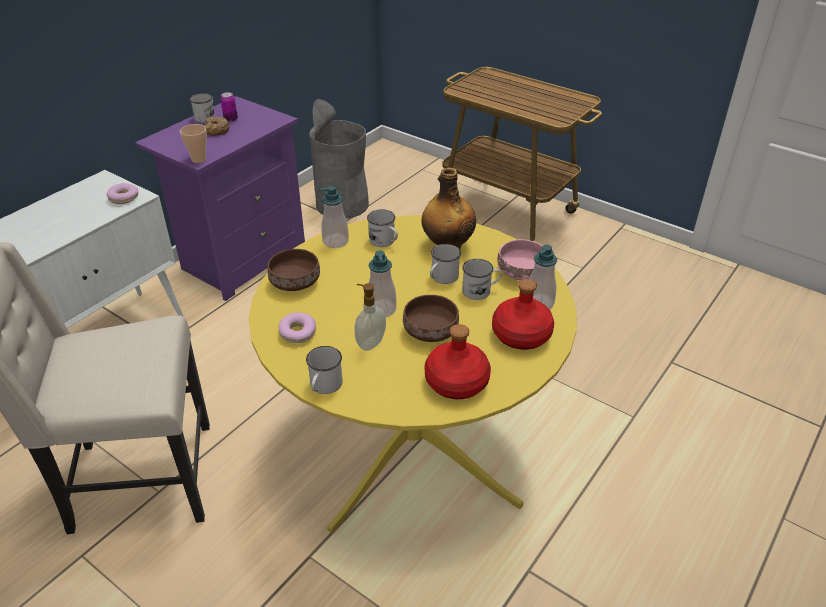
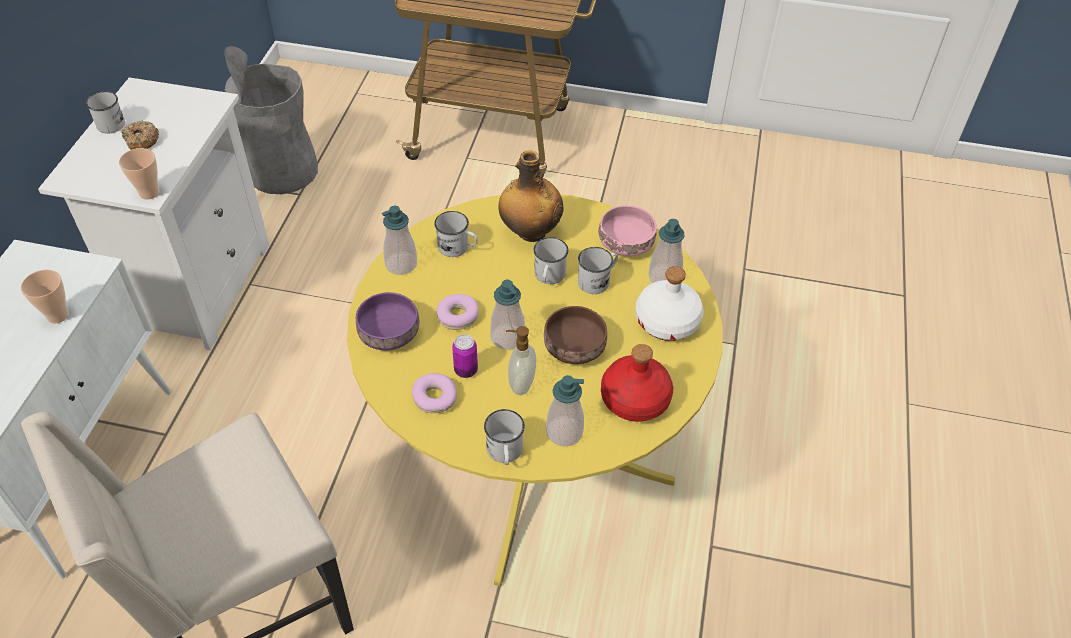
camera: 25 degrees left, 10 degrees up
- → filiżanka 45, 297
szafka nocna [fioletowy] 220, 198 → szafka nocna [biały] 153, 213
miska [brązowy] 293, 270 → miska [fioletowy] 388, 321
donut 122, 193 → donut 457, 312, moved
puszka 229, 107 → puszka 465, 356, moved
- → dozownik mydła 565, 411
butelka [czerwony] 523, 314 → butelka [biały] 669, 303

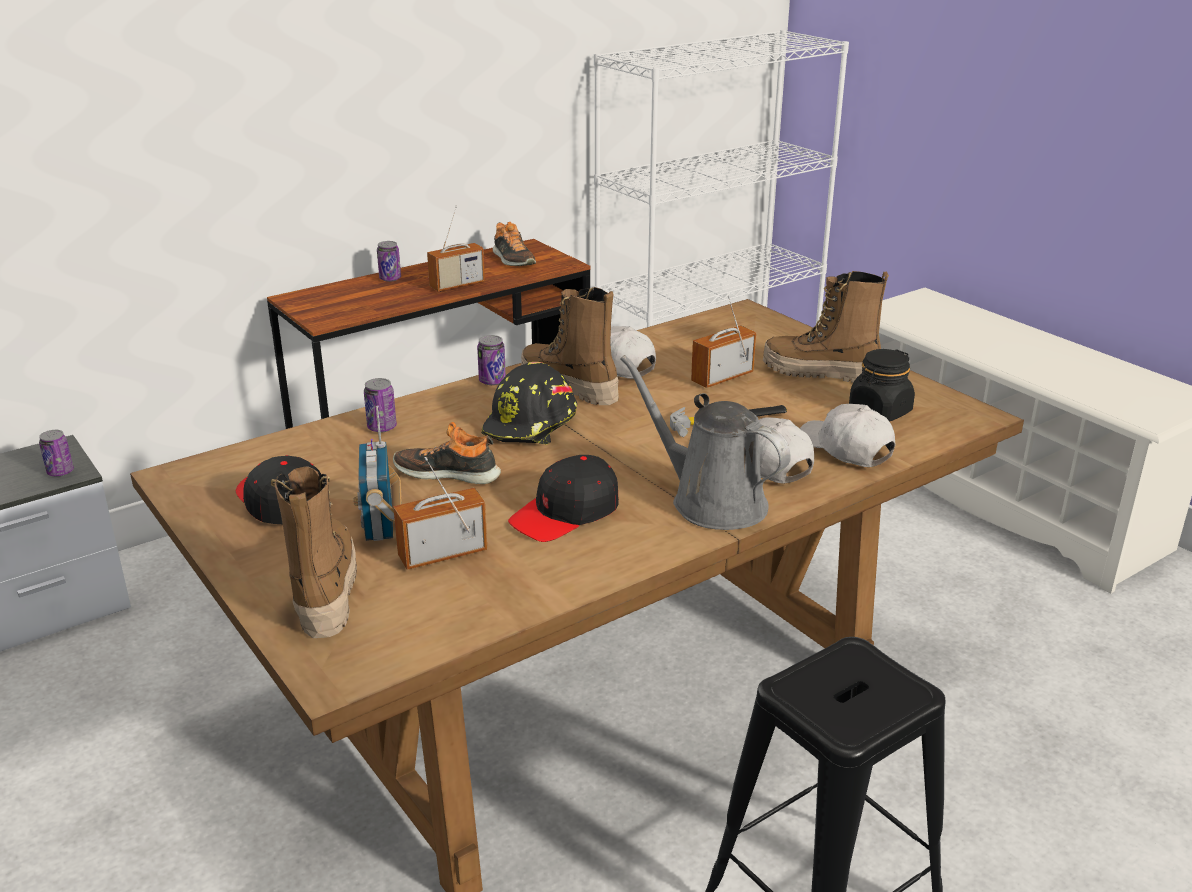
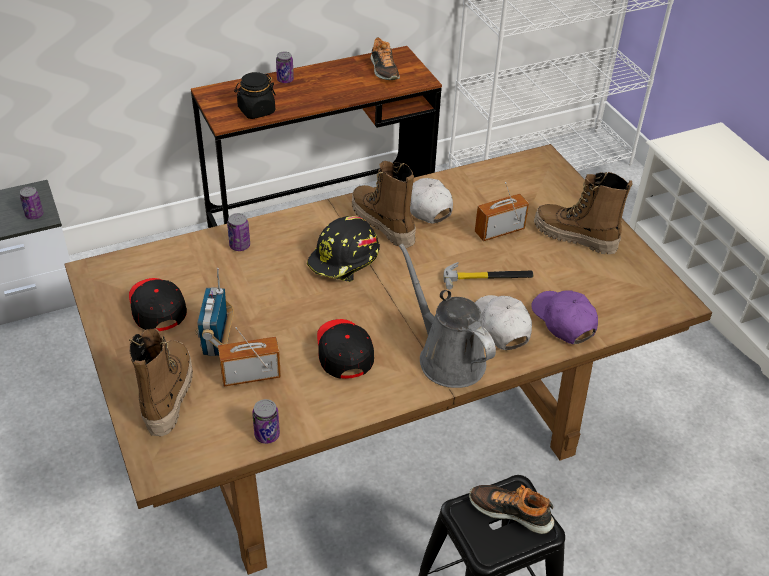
camera: 10 degrees right, 15 degrees up
słoik [czarny] 882, 385 → słoik [czarny] 255, 95, moved
puszka 491, 360 → puszka 266, 421, moved
czapka z daszkiem [czarny] 563, 498 → czapka z daszkiem [czarny] 345, 349, 105 degrees clockwise
but 447, 453 → but 511, 509, moved
czapka z daszkiem [biały] 848, 435 → czapka z daszkiem [fioletowy] 564, 317
radio 456, 248 → -

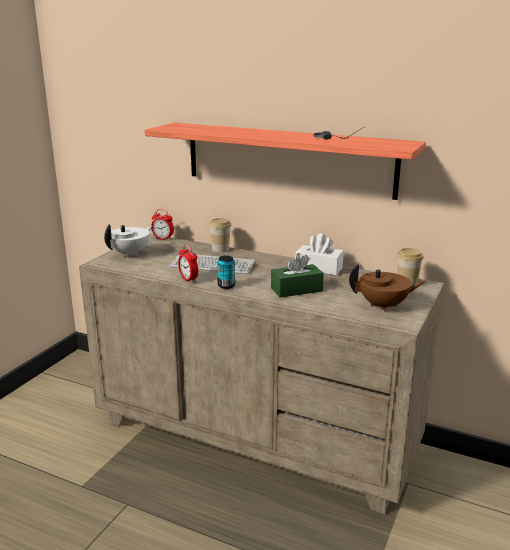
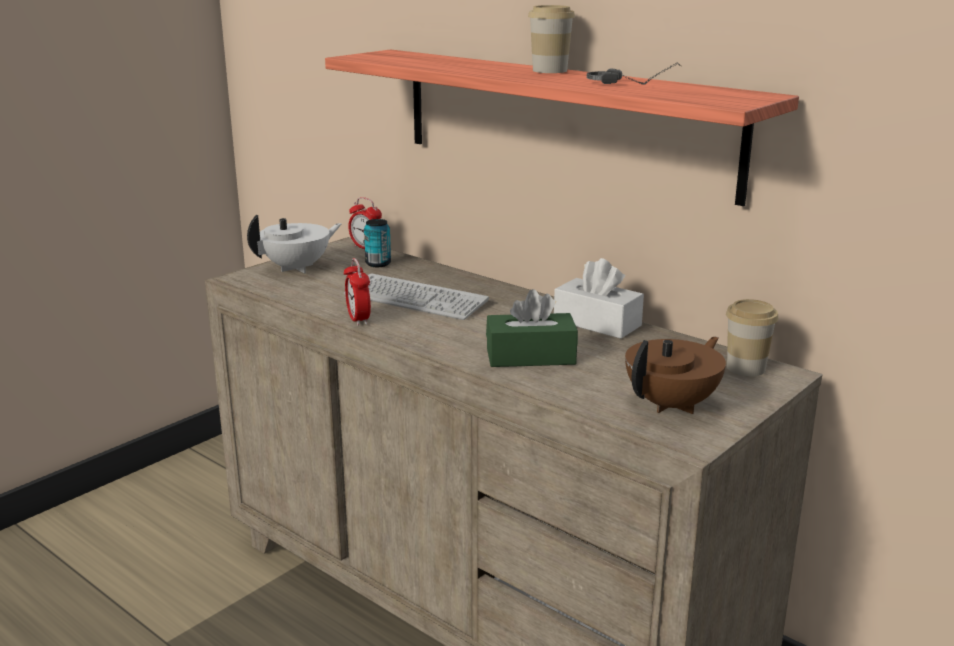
camera: 15 degrees right, 0 degrees up
puszka 226, 272 → puszka 377, 243, moved
filiżanka 220, 235 → filiżanka 551, 39, moved
imbryk [brązowy] 387, 288 → imbryk [brązowy] 675, 375, 60 degrees counterclockwise

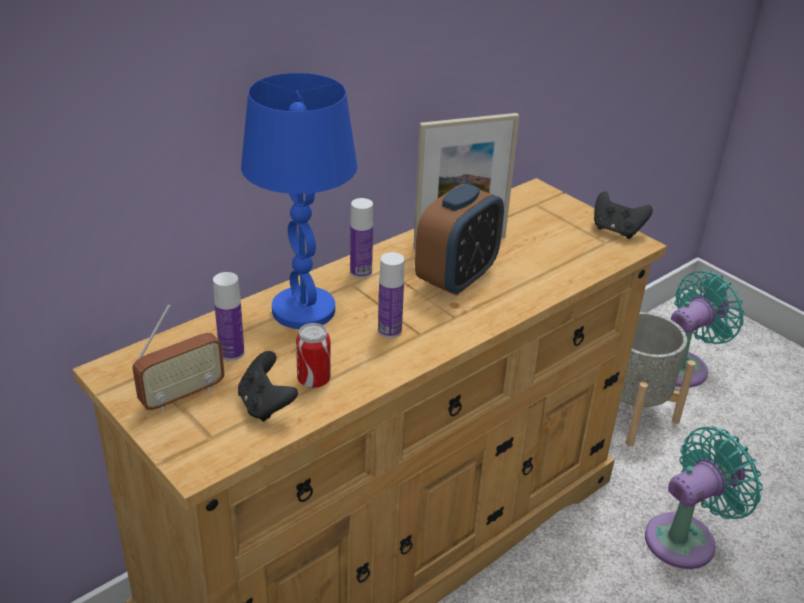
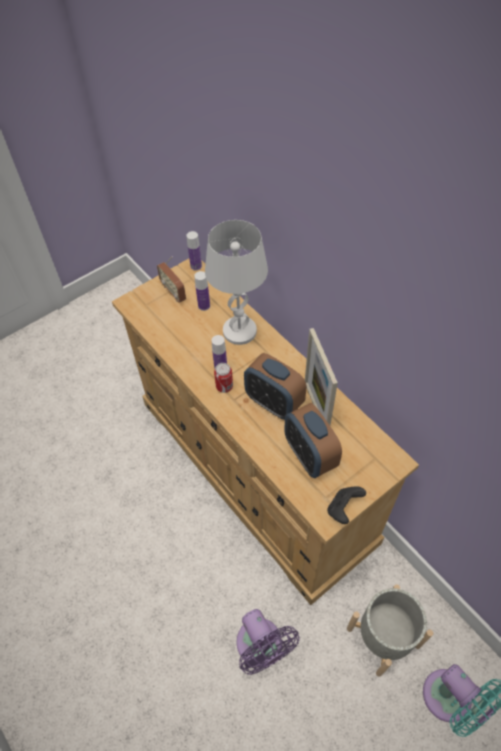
camera: 95 degrees right, 20 degrees up
butelka 361, 238 → butelka 194, 251, moved
lampa stołowa [niebieski] 299, 201 → lampa stołowa [biały] 236, 282
puszka 313, 355 → puszka 223, 378, moved
wentylator [turkusowy] 704, 497 → wentylator [fioletowy] 268, 642
- → budzik 313, 440
pad do gier [czarny] 268, 386 → -

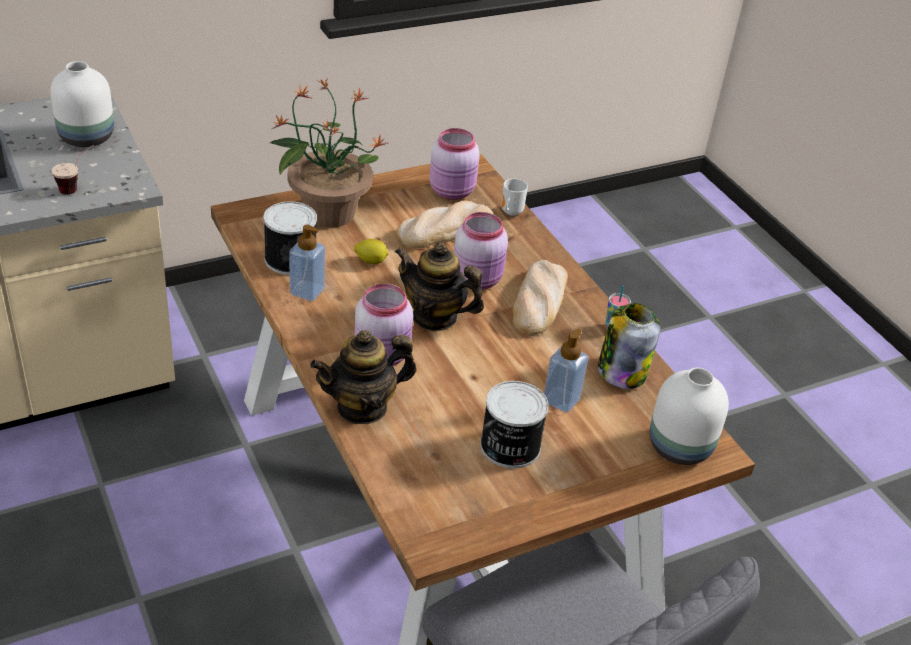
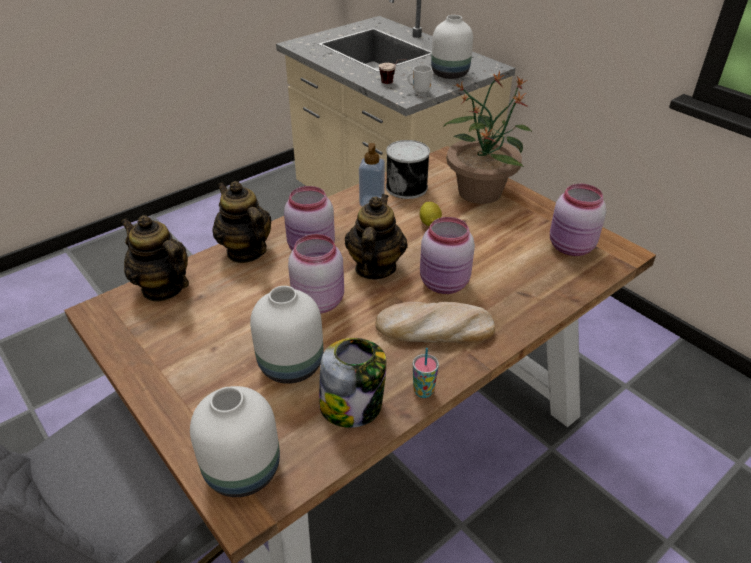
camera: 80 degrees right, 0 degrees up
- → imbryk 155, 258
dozownik mydła 566, 370 → wazon [biały] 286, 335
- → słoik [różowy] 316, 274
kubek 514, 197 → kubek 419, 79, moved
chleb 445, 224 → -
puszka 514, 424 → -

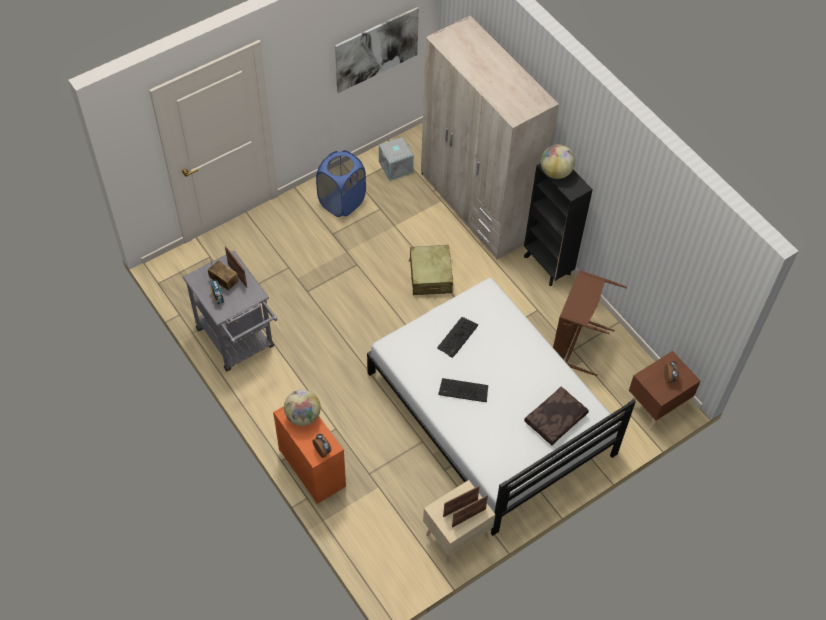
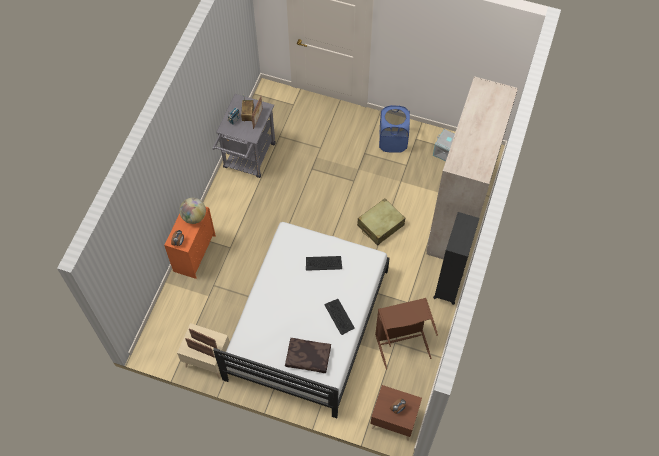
camera: 55 degrees right, 5 degrees up
klawiatura 463, 390 → klawiatura 340, 317, moved
obraz 377, 50 → -
globus 558, 161 → -

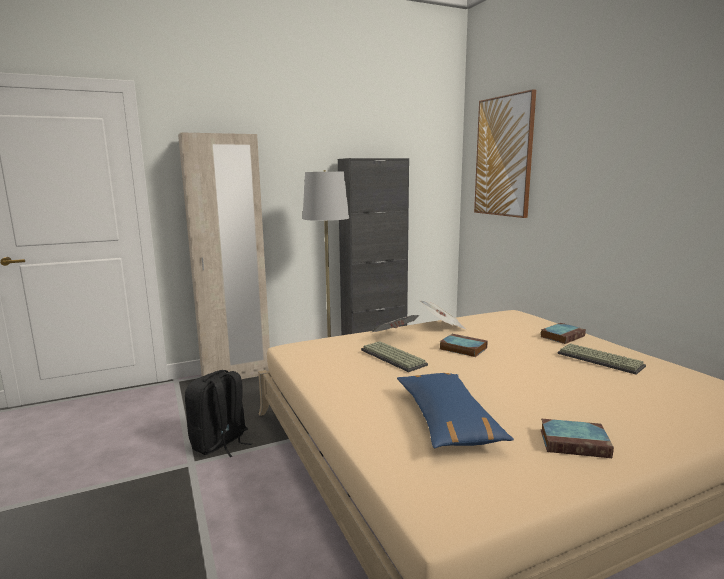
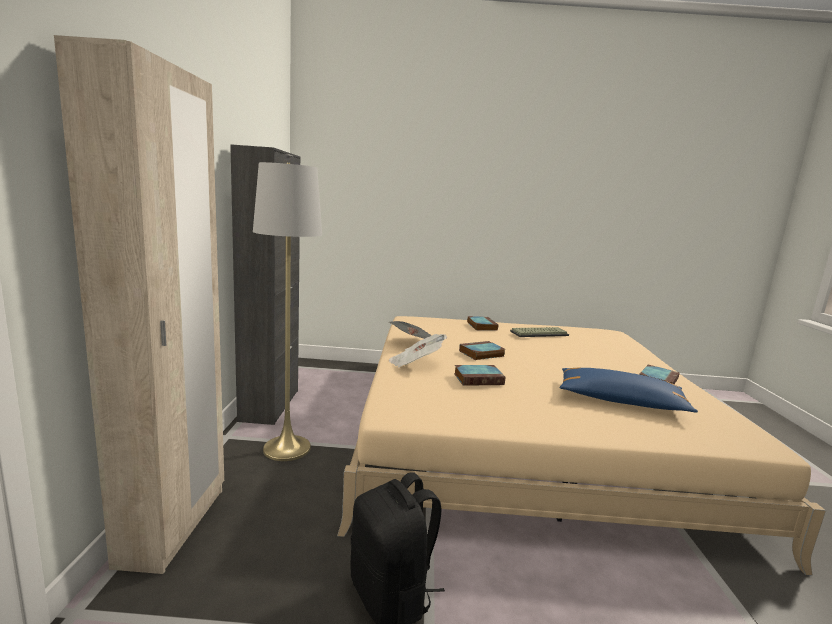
camera: 65 degrees left, 0 degrees up
klawiatura 394, 356 → książka 479, 375
obraz 505, 153 → -

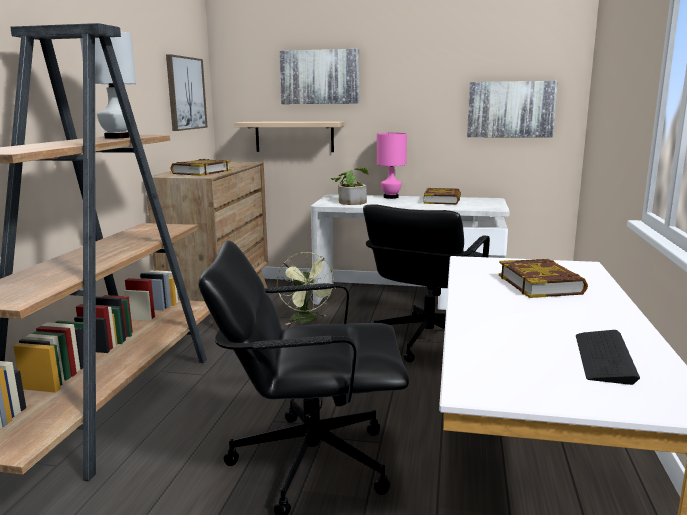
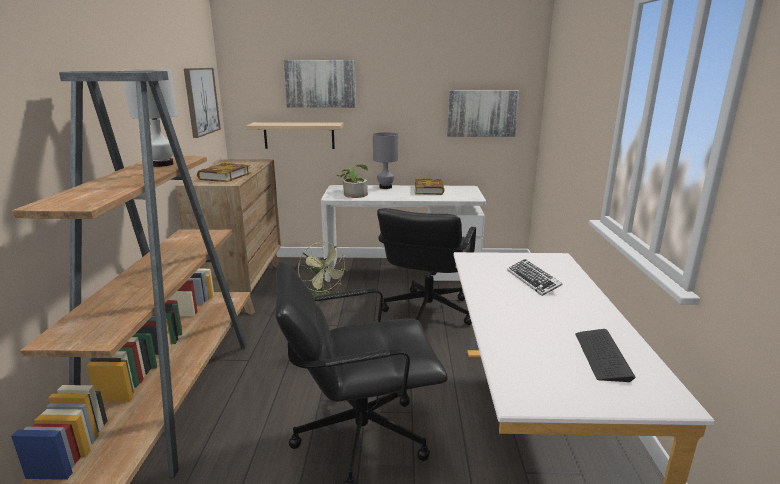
camera: 10 degrees left, 5 degrees up
lampa stołowa [różowy] 392, 166 → lampa stołowa [szary] 385, 160
książka 543, 278 → klawiatura 535, 277

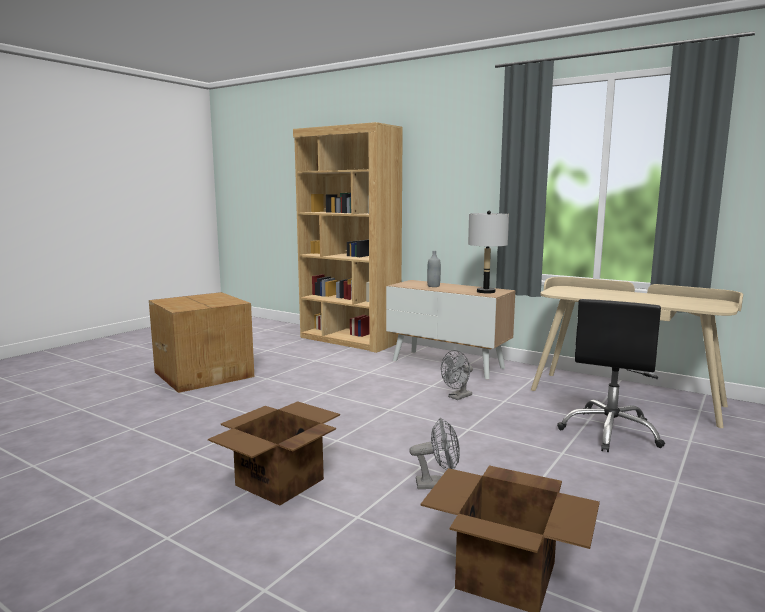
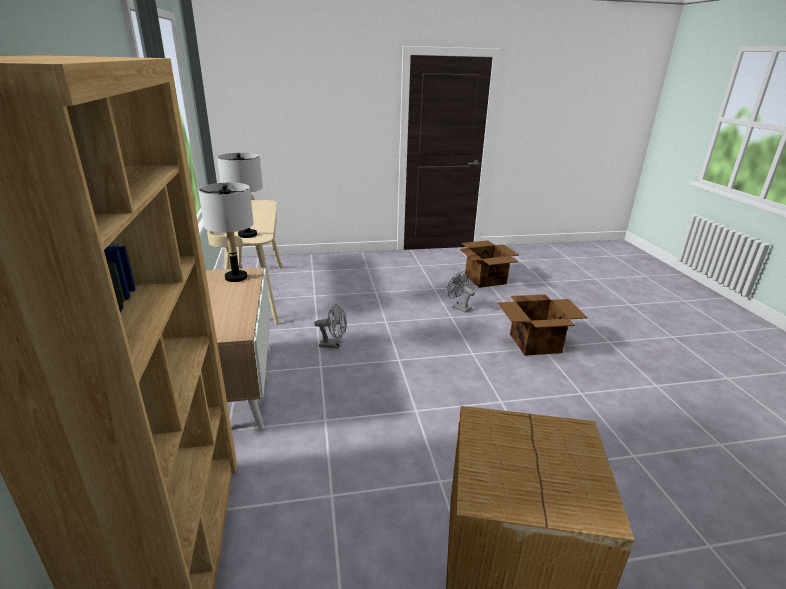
camera: 135 degrees left, 15 degrees up
- → lampa stołowa [szary] 240, 195
butelka [szary] 434, 269 → -
krzesło biurowe [czarny] 611, 375 → -

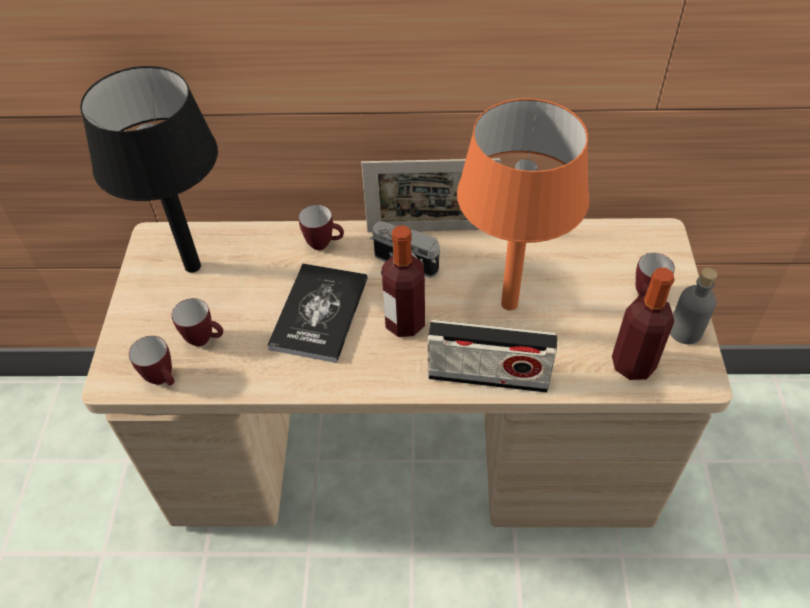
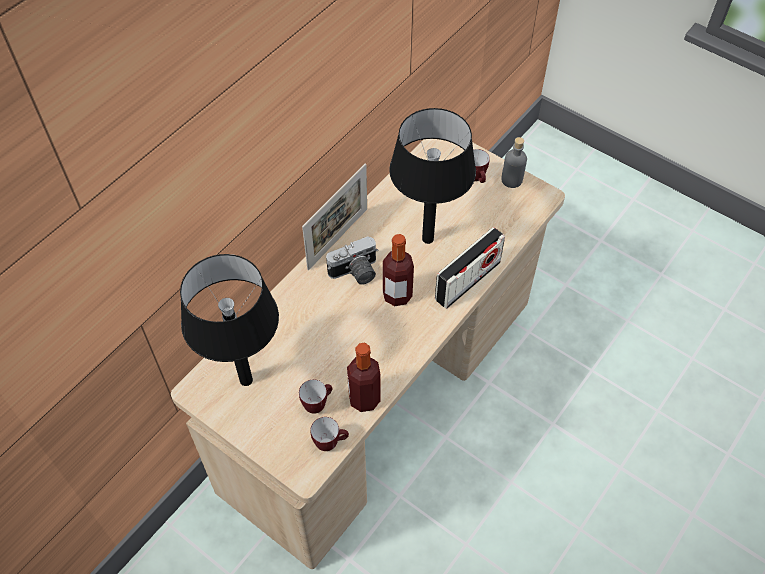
camera: 55 degrees left, 5 degrees up
butelka 643, 324 → butelka 364, 377, moved
lampa stołowa [pomarańczowy] 523, 204 → lampa stołowa [czarny] 432, 176
książka 317, 313 → -
kubek 321, 227 → -

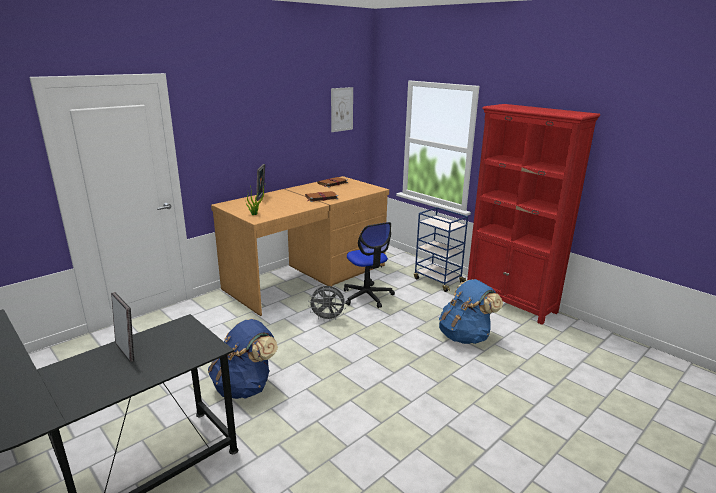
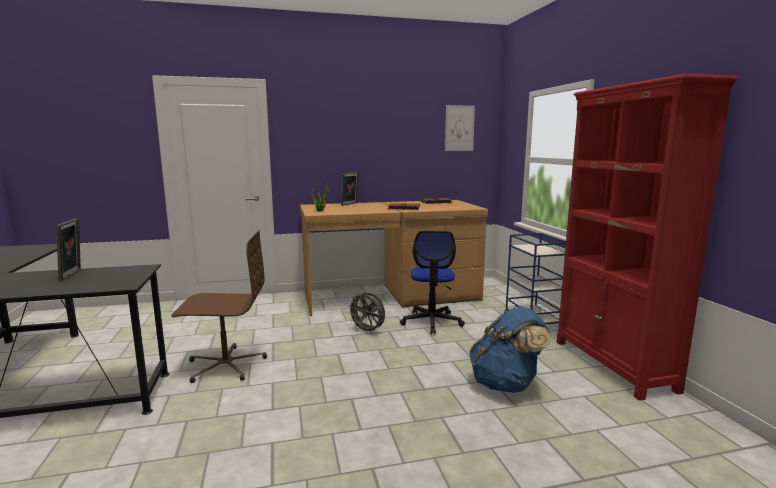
camera: 30 degrees right, 10 degrees down
plecak [niebieski] 243, 358 → krzesło biurowe [brązowy] 219, 306

